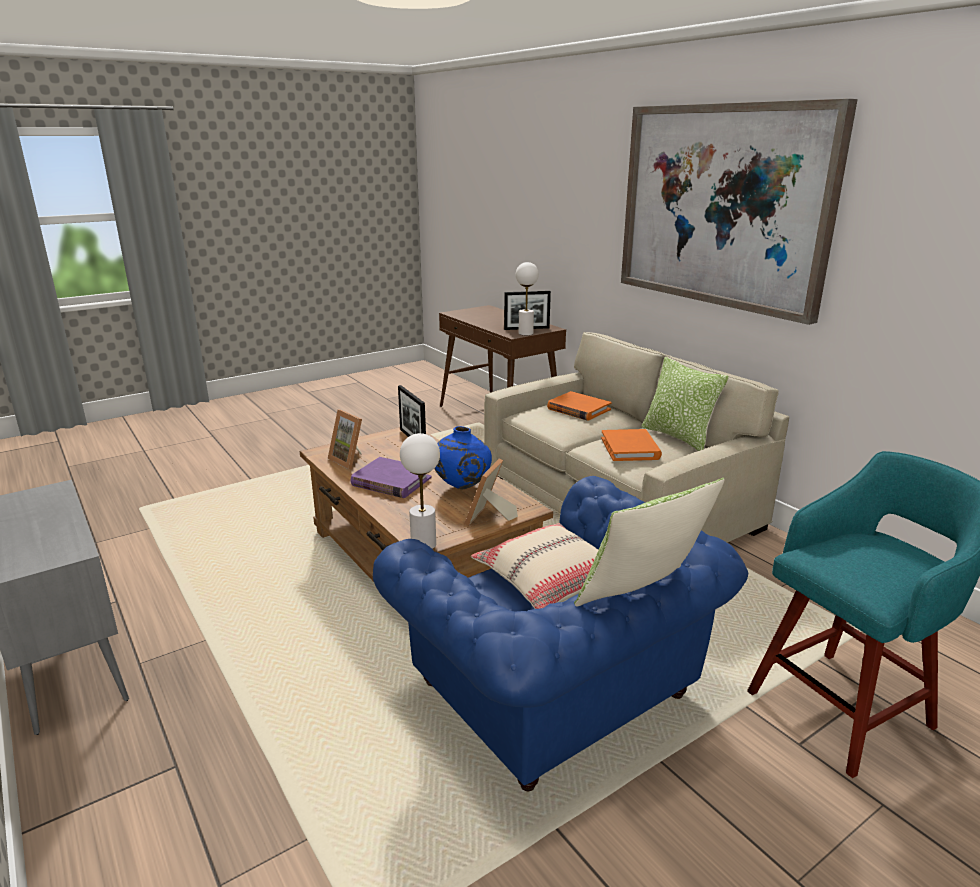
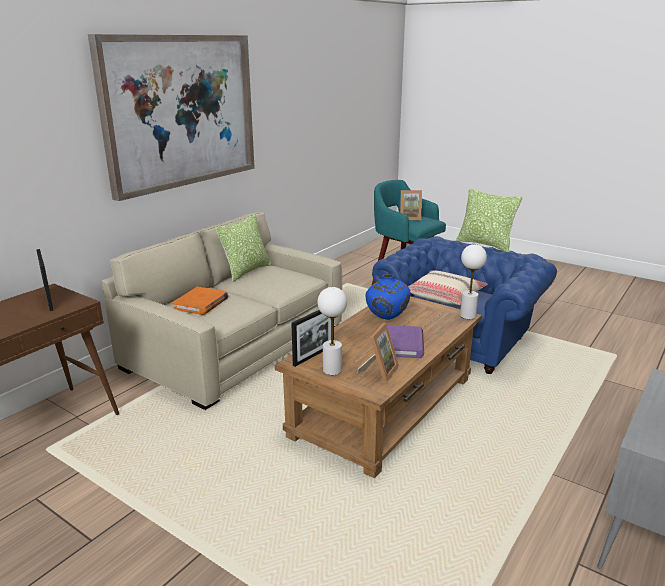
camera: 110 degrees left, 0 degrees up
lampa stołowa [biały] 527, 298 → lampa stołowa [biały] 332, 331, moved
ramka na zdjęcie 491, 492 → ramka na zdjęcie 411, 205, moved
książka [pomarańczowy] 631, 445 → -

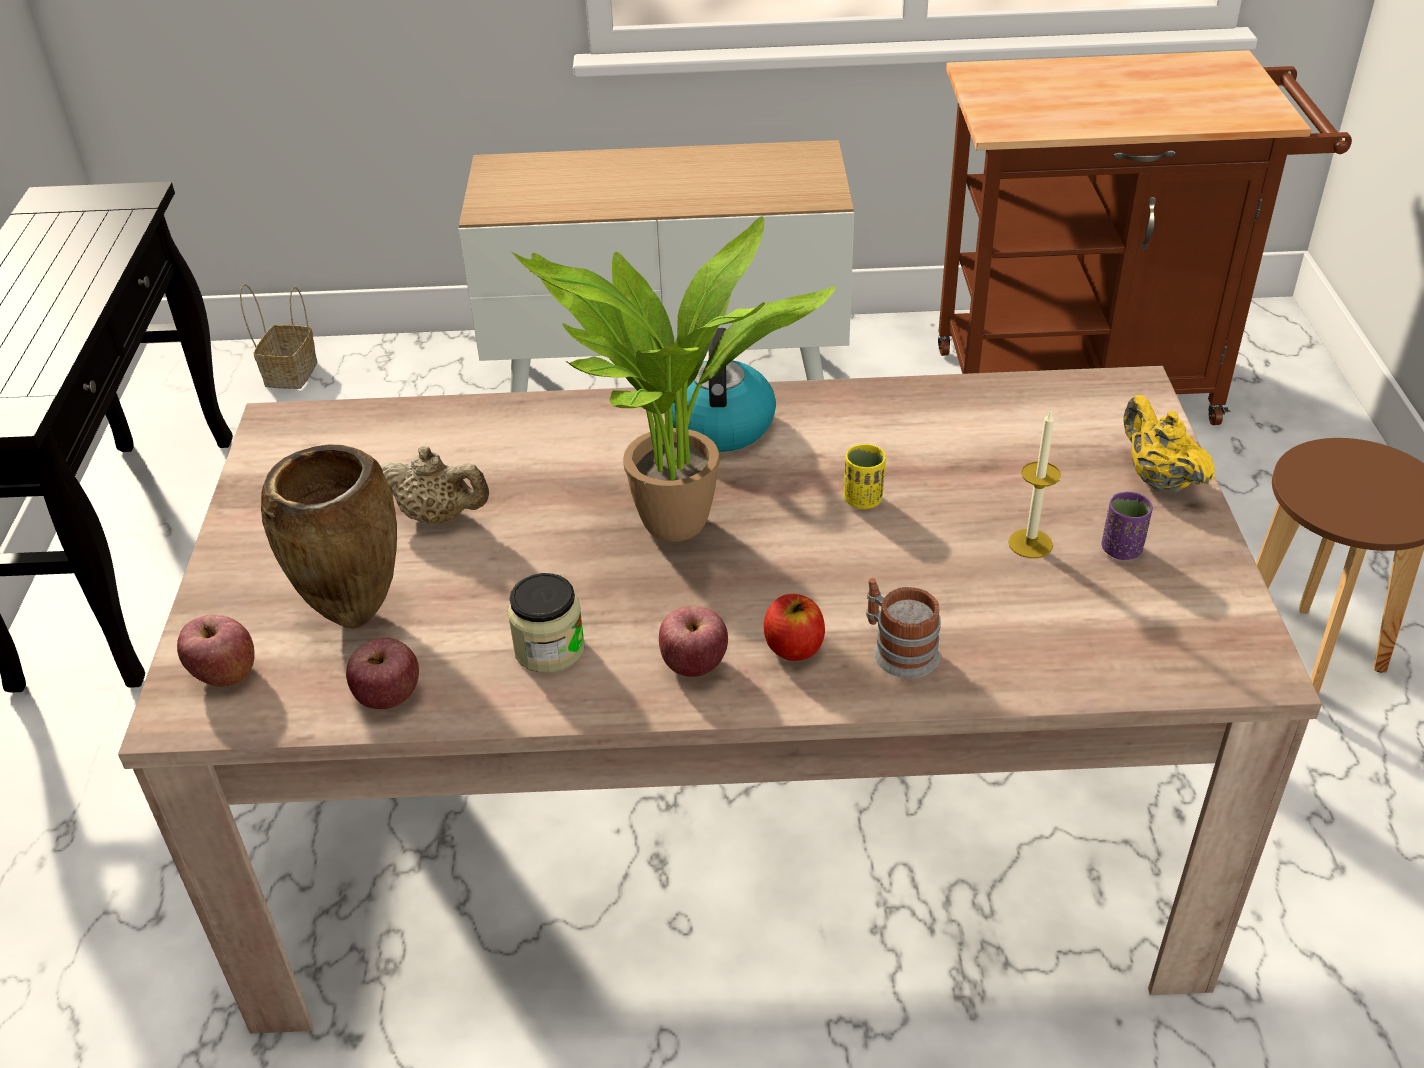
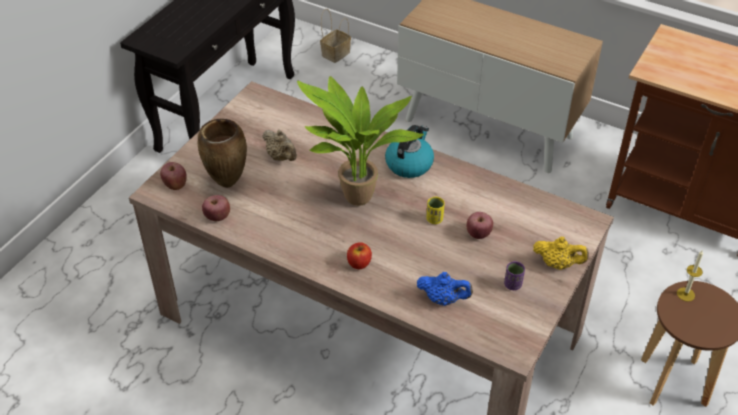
camera: 30 degrees right, 5 degrees up
- → imbryk [niebieski] 445, 289
jabłko 693, 641 → jabłko 480, 225, moved
imbryk [żółty] 1169, 443 → imbryk [żółty] 561, 253, 105 degrees clockwise
świeca 1034, 483 → świeca 690, 276, moved
słoik 546, 623 → -
kubek 903, 628 → -

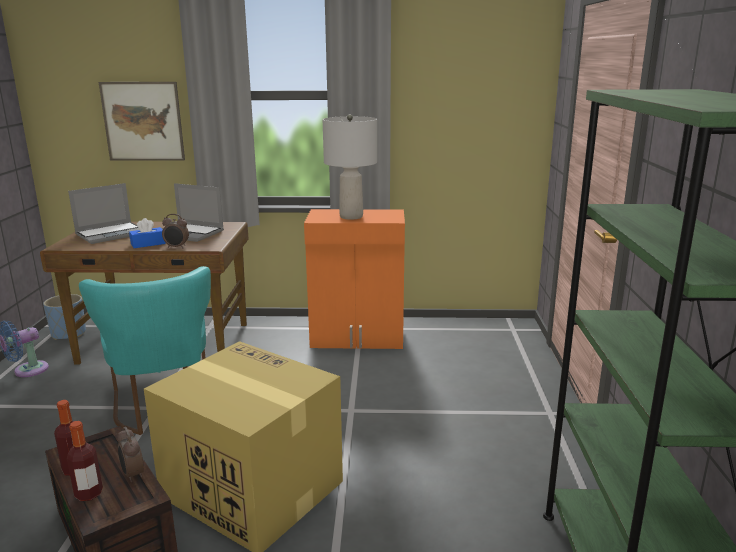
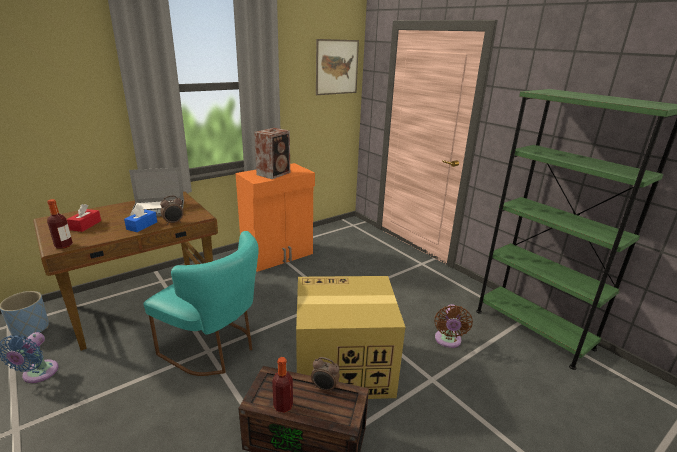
camera: 40 degrees left, 5 degrees up
butelka 85, 461 → butelka 60, 224, moved
laptop 103, 213 → pudełko chusteczek [czerwony] 84, 218
lampa stołowa [szary] 350, 167 → głośnik 272, 153
obraz 142, 121 → obraz 337, 67, moved
- → wentylator [brązowy] 454, 326

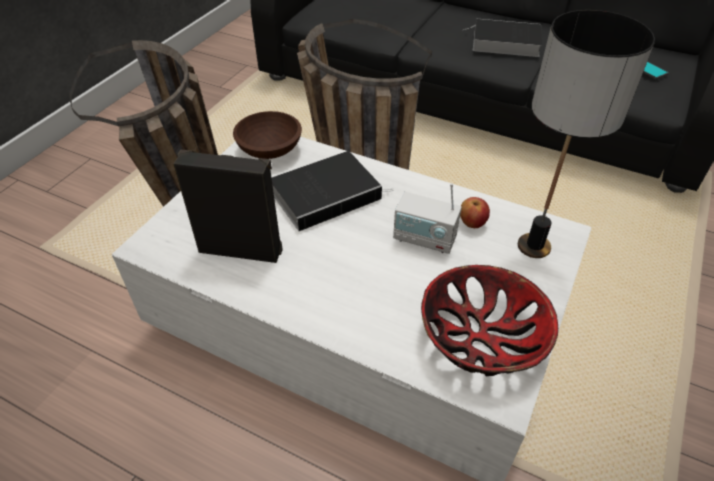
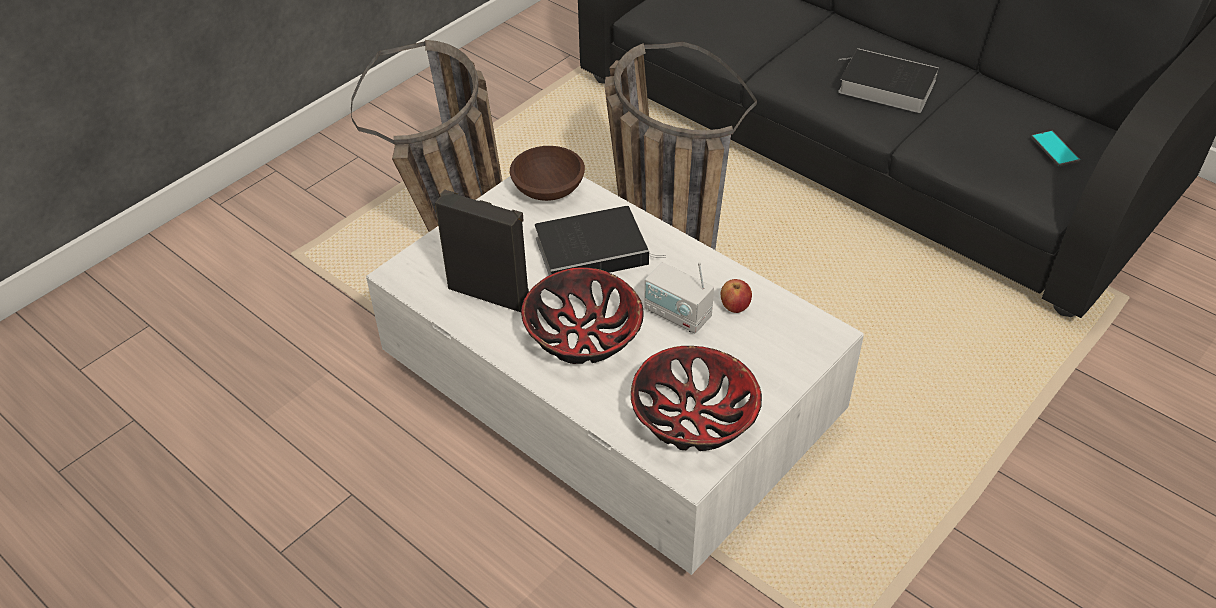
camera: 15 degrees right, 0 degrees up
- → miska 582, 315
lampa stołowa 586, 134 → -

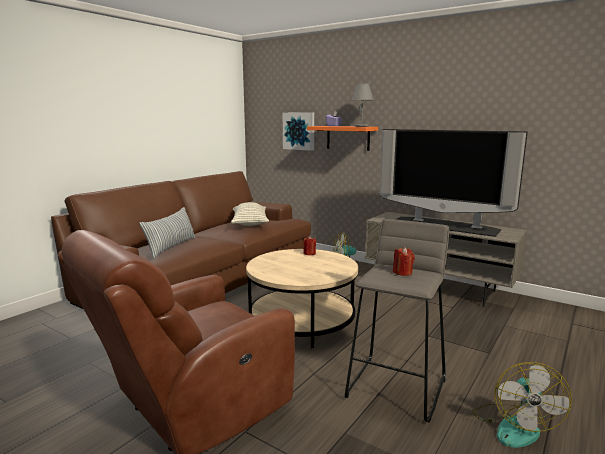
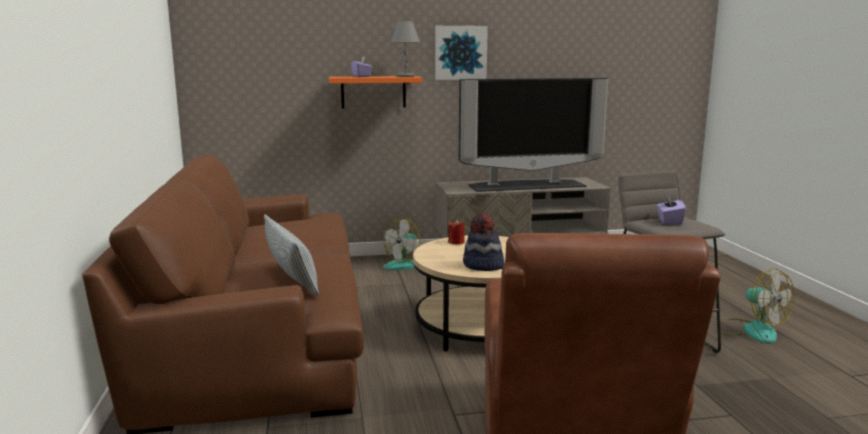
camera: 45 degrees left, 0 degrees up
obraz 298, 132 → obraz 461, 53, moved
- → kapelusz 483, 242
świeca [czerwony] 404, 261 → pudełko chusteczek [fioletowy] 671, 209
poduszka 250, 214 → -

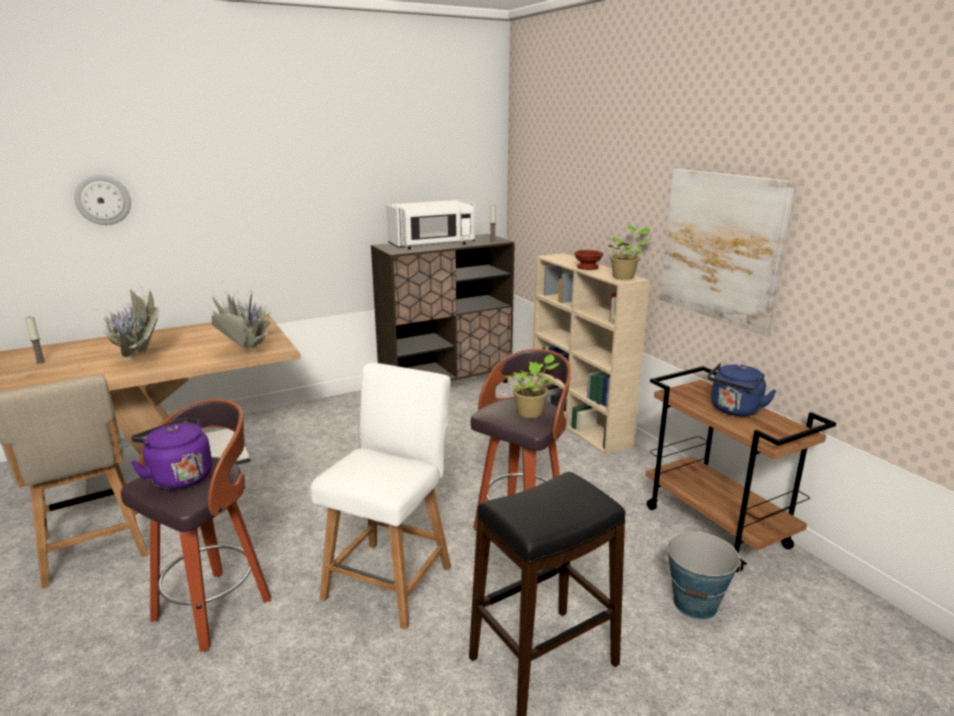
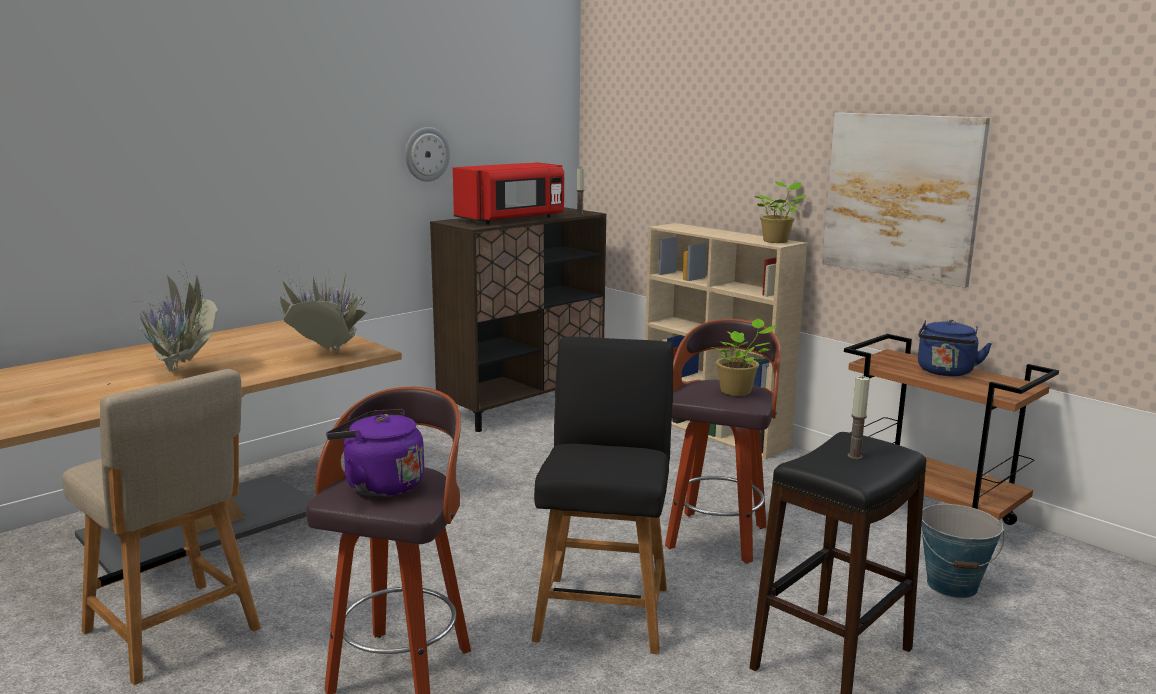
camera: 15 degrees left, 5 degrees down
zegar ścienny 102, 200 → zegar ścienny 427, 154, moved
mikrofalówka [biały] 430, 225 → mikrofalówka [czerwony] 508, 193
krzesło [biały] 381, 496 → krzesło [czarny] 602, 495
świeca 35, 340 → świeca 859, 417, moved
miska [brązowy] 588, 260 → -

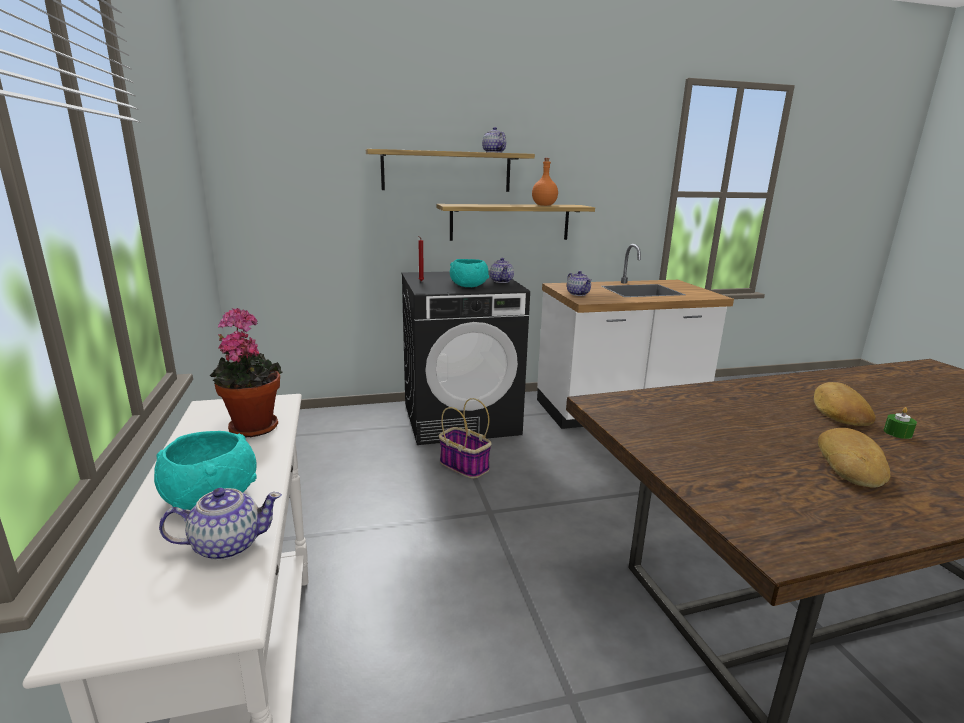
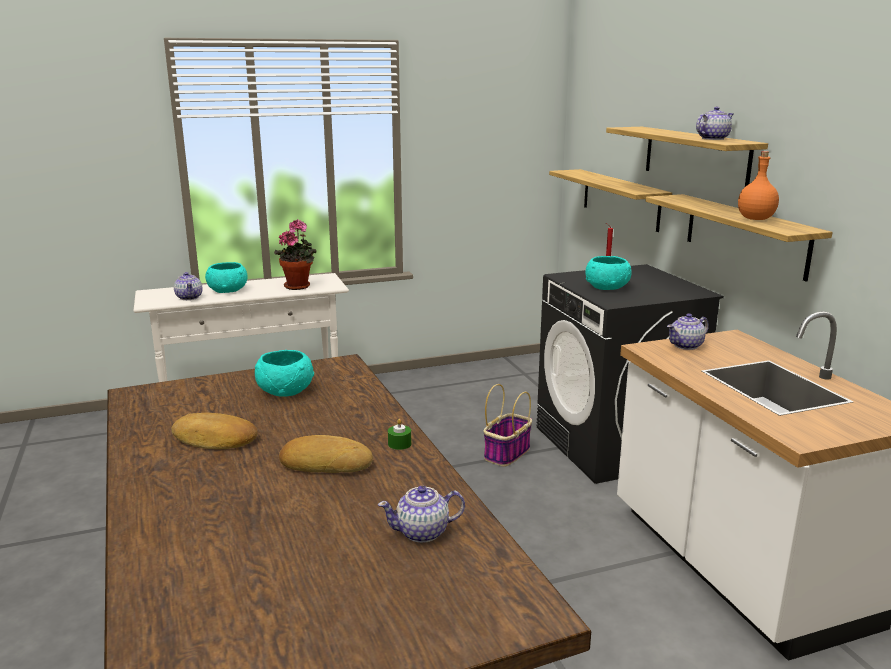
camera: 85 degrees right, 0 degrees up
- → miska [turkusowy] 284, 373
imbryk 502, 270 → imbryk 421, 514, moved
świeca [zielony] 900, 423 → świeca [zielony] 399, 434, moved
- → półka 610, 200

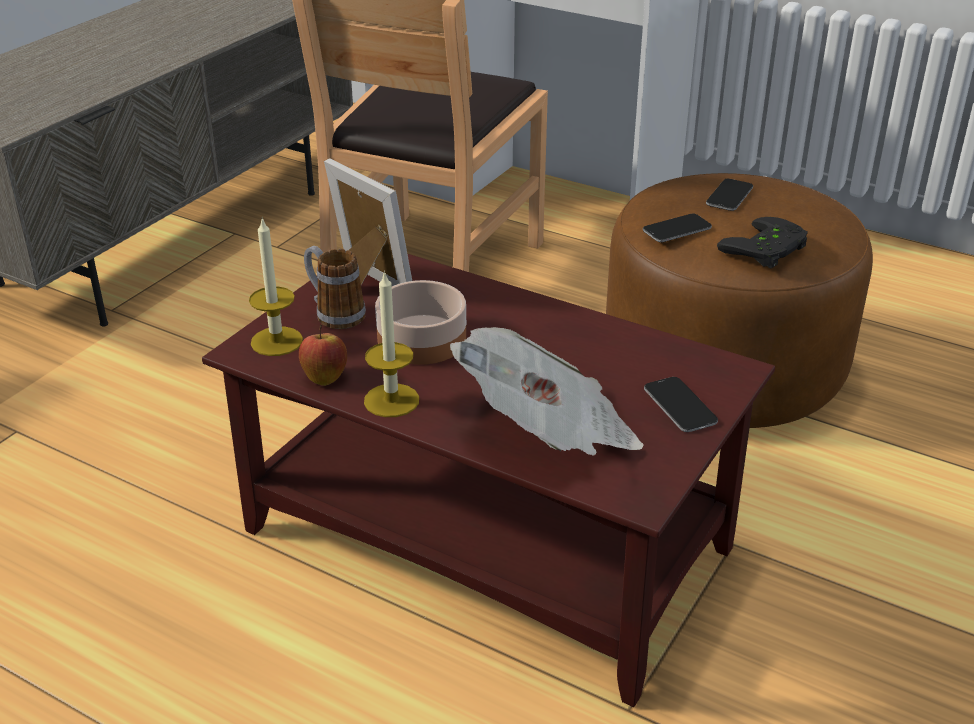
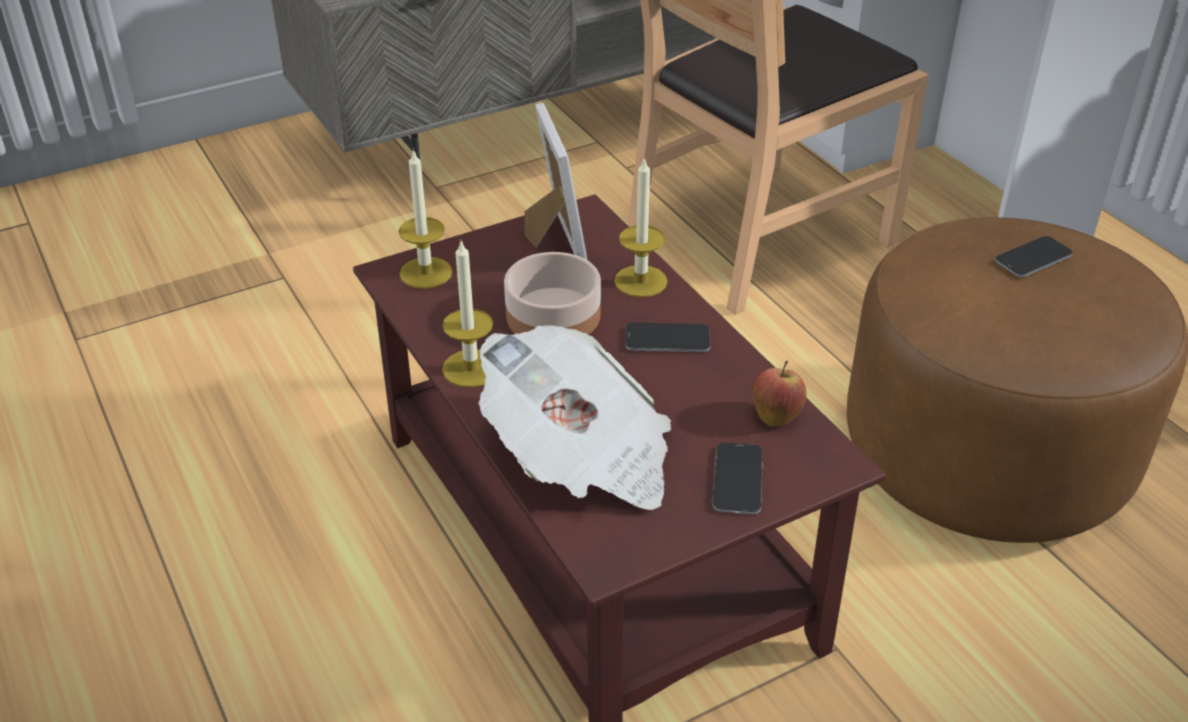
camera: 30 degrees right, 5 degrees up
- → świeca 640, 227
telefon 677, 228 → telefon 668, 337, moved
jabłko 323, 355 → jabłko 780, 393, moved
kubek 335, 287 → -
pad do gier [czarny] 762, 243 → -

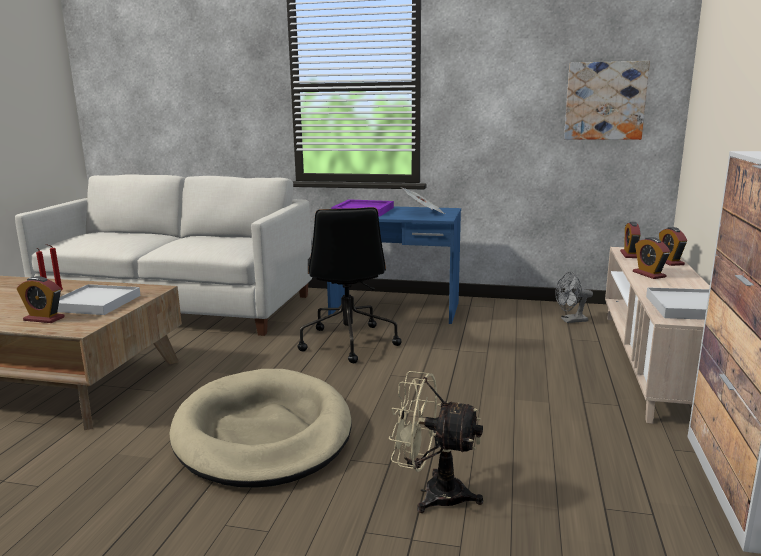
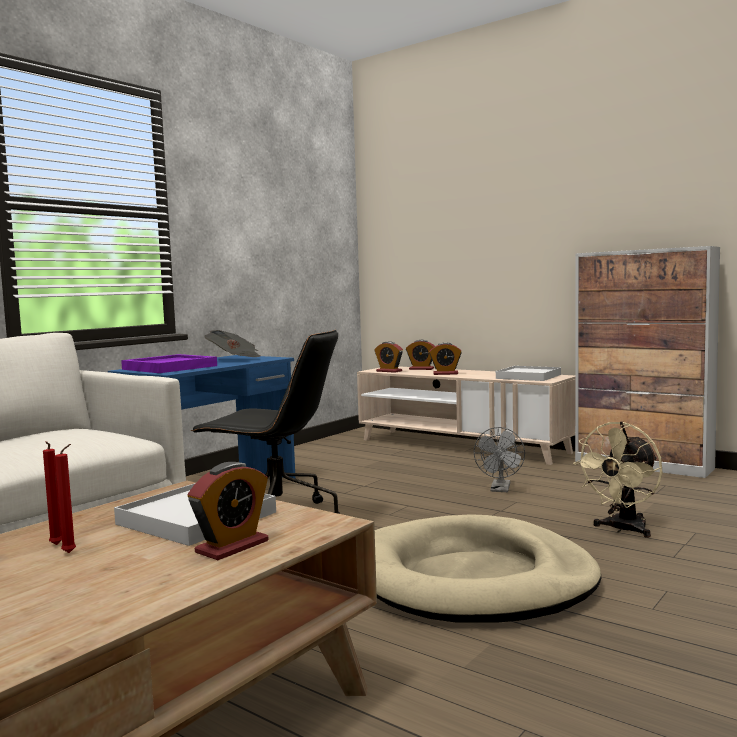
camera: 65 degrees left, 10 degrees down
wentylator [szary] 574, 297 → wentylator [szary] 499, 459, moved
obraz 607, 100 → -

